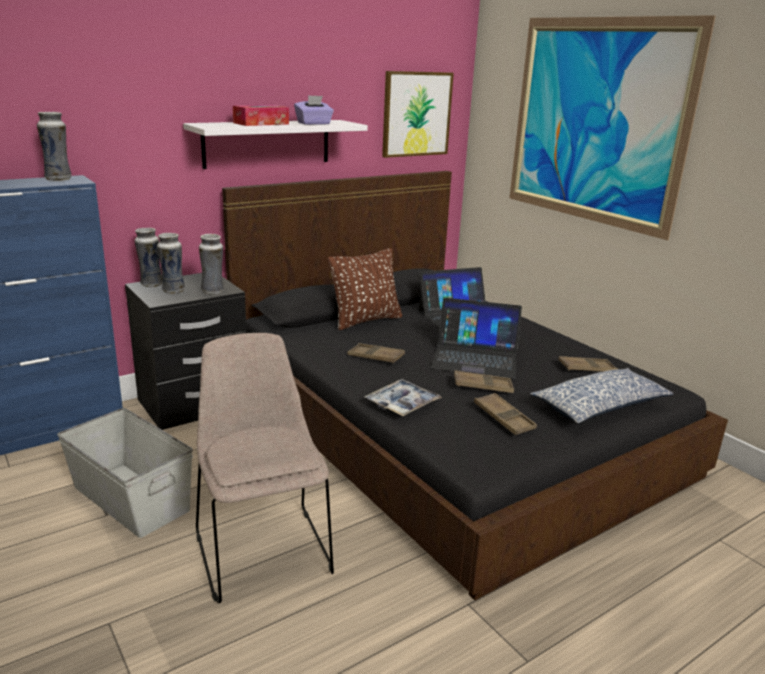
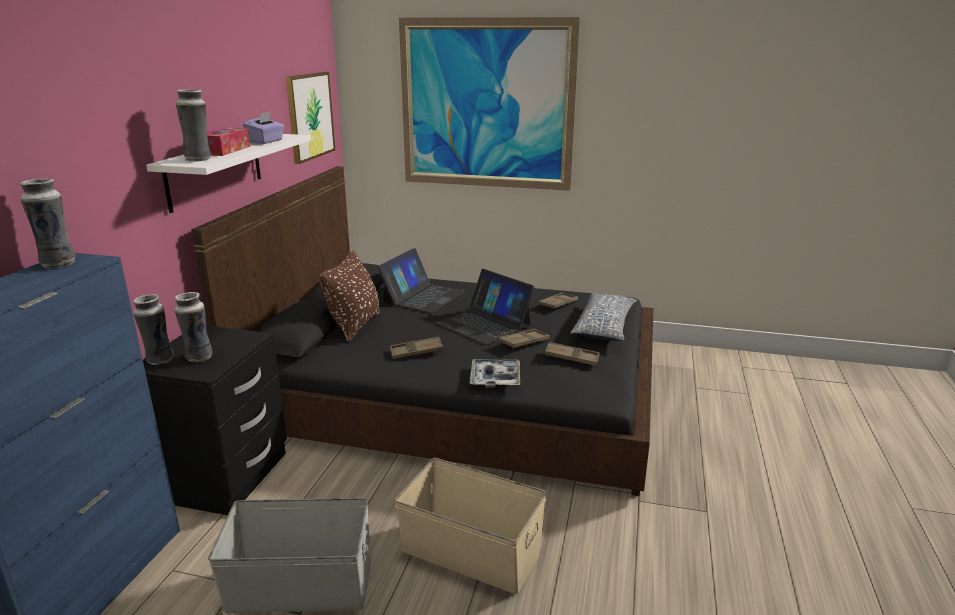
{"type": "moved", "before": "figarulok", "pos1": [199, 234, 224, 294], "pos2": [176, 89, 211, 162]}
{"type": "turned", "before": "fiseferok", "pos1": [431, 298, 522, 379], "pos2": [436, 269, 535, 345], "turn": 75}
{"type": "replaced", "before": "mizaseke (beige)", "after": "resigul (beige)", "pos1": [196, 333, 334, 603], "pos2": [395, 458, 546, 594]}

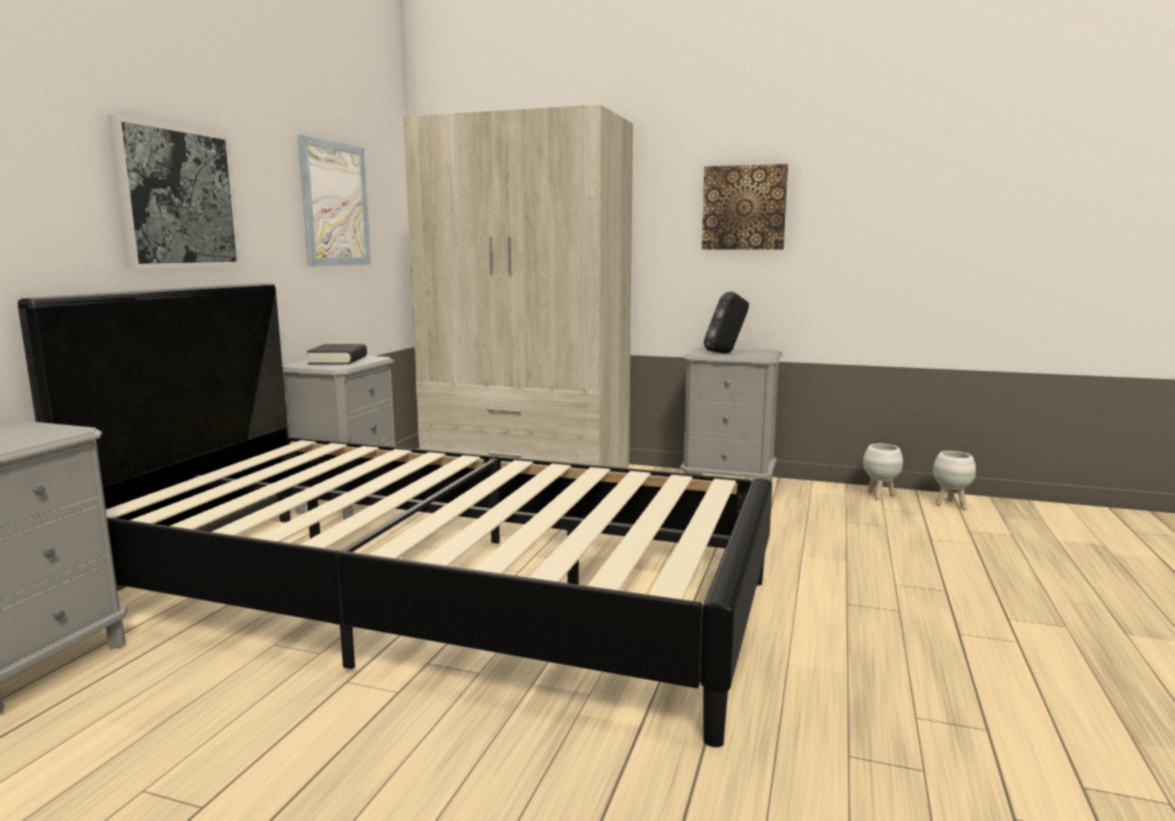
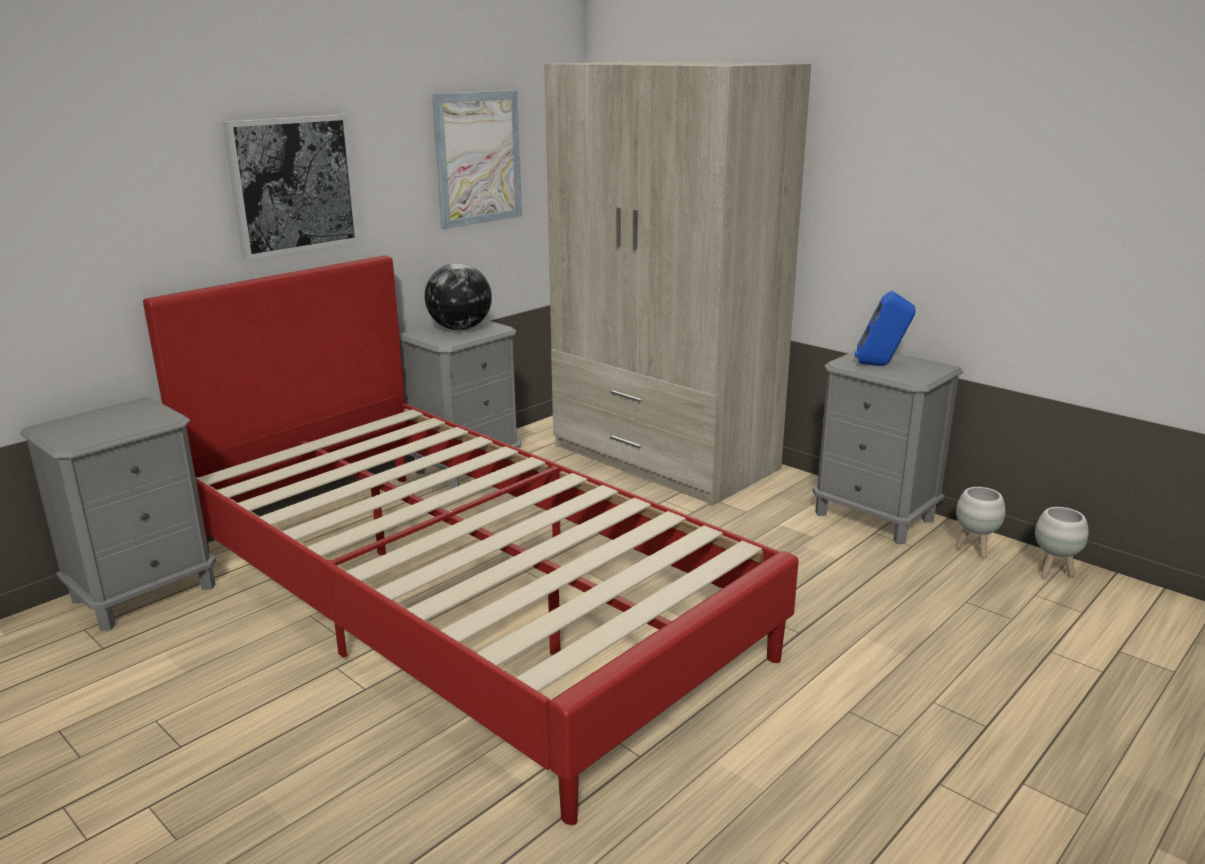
{"type": "removed", "before": "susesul", "pos1": [702, 164, 788, 250]}
{"type": "recoloured", "before": "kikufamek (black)", "after": "kikufamek (red)", "pos1": [18, 283, 772, 747], "pos2": [143, 255, 799, 825]}
{"type": "recoloured", "before": "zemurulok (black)", "after": "zemurulok (blue)", "pos1": [704, 292, 749, 353], "pos2": [855, 291, 915, 366]}
{"type": "replaced", "before": "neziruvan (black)", "after": "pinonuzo", "pos1": [307, 344, 367, 364], "pos2": [425, 263, 492, 330]}
{"type": "moved", "before": "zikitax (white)", "pos1": [933, 451, 976, 509], "pos2": [955, 487, 1005, 558]}

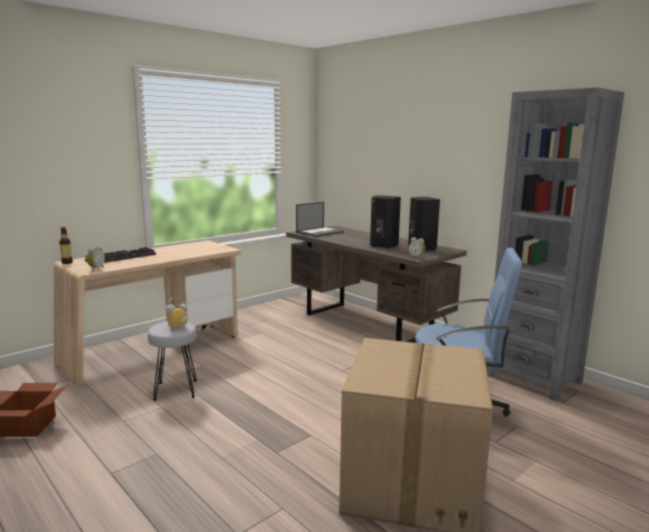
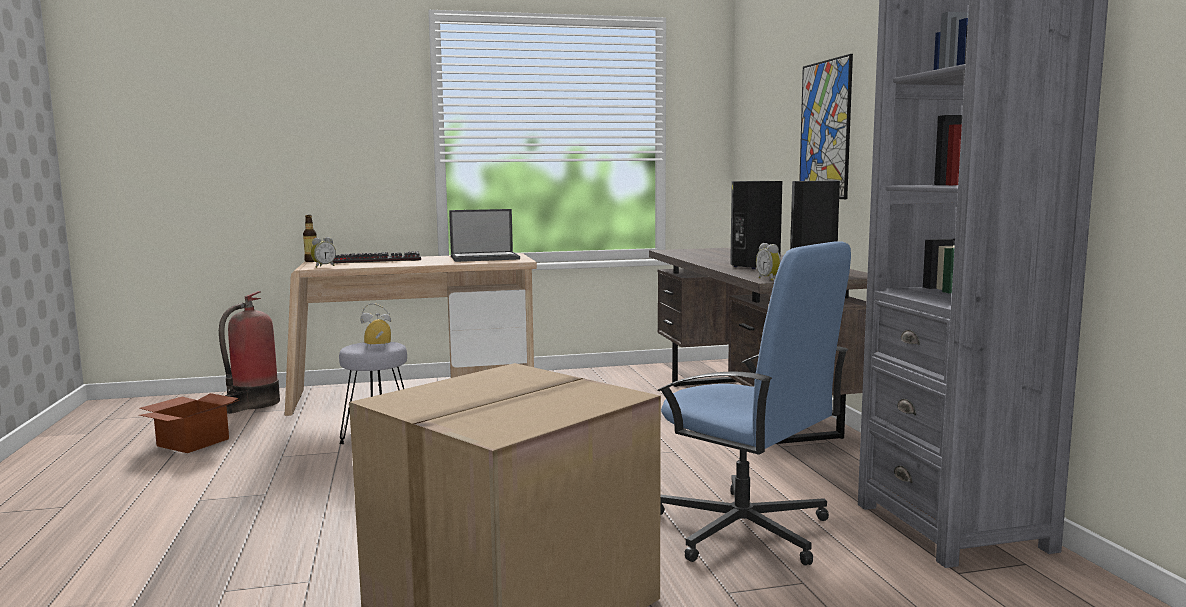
{"type": "moved", "before": "fiseferok", "pos1": [296, 202, 344, 237], "pos2": [449, 209, 520, 262]}
{"type": "added", "after": "susesul", "pos2": [799, 54, 853, 199]}
{"type": "added", "after": "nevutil", "pos2": [219, 291, 280, 414]}

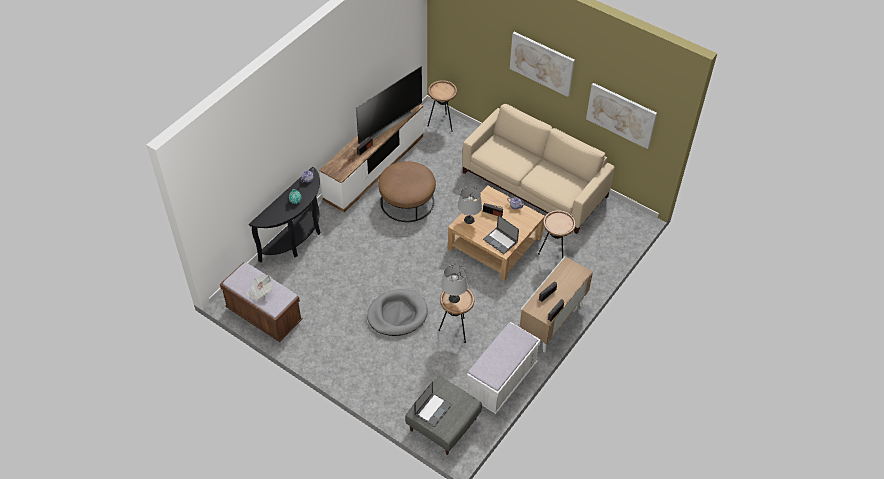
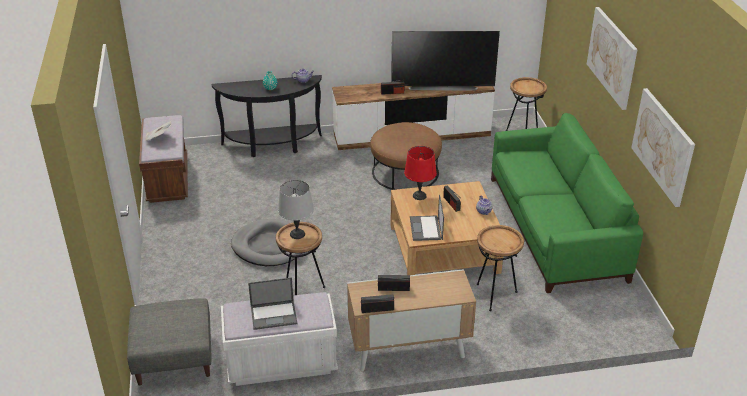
{"type": "recoloured", "before": "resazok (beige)", "after": "resazok (green)", "pos1": [462, 104, 615, 234], "pos2": [491, 113, 643, 293]}
{"type": "recoloured", "before": "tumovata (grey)", "after": "tumovata (red)", "pos1": [458, 187, 482, 224], "pos2": [404, 146, 437, 200]}
{"type": "moved", "before": "fiseferok", "pos1": [414, 381, 452, 427], "pos2": [248, 277, 297, 330]}

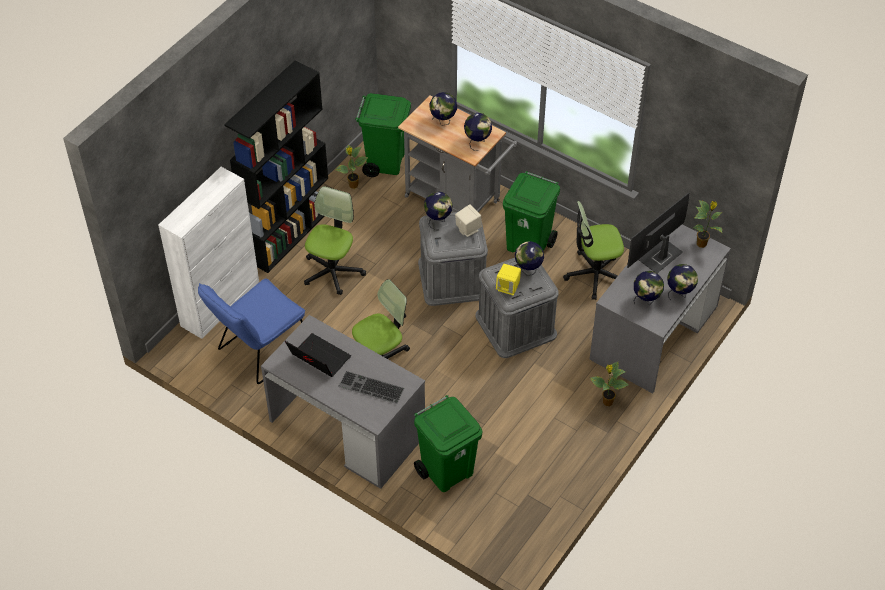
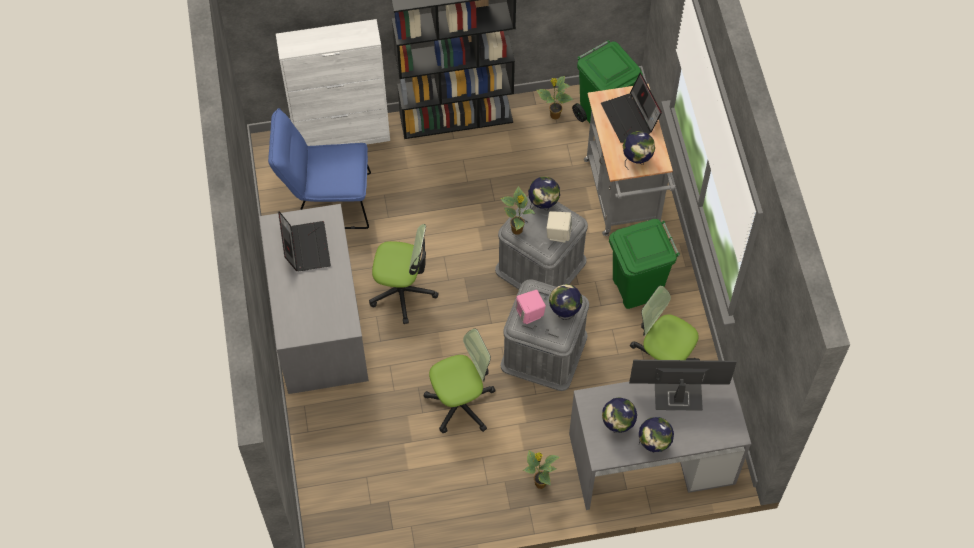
{"type": "replaced", "before": "pinonuzo", "after": "fiseferok", "pos1": [429, 92, 457, 126], "pos2": [601, 73, 662, 143]}
{"type": "moved", "before": "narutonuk", "pos1": [304, 186, 366, 295], "pos2": [424, 329, 496, 433]}
{"type": "moved", "before": "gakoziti", "pos1": [693, 200, 723, 248], "pos2": [500, 186, 535, 235]}
{"type": "recoloured", "before": "zemurulok (yellow)", "after": "zemurulok (pink)", "pos1": [496, 264, 521, 295], "pos2": [515, 290, 546, 324]}
{"type": "removed", "before": "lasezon", "pos1": [338, 371, 405, 404]}
{"type": "removed", "before": "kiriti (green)", "pos1": [414, 395, 482, 492]}

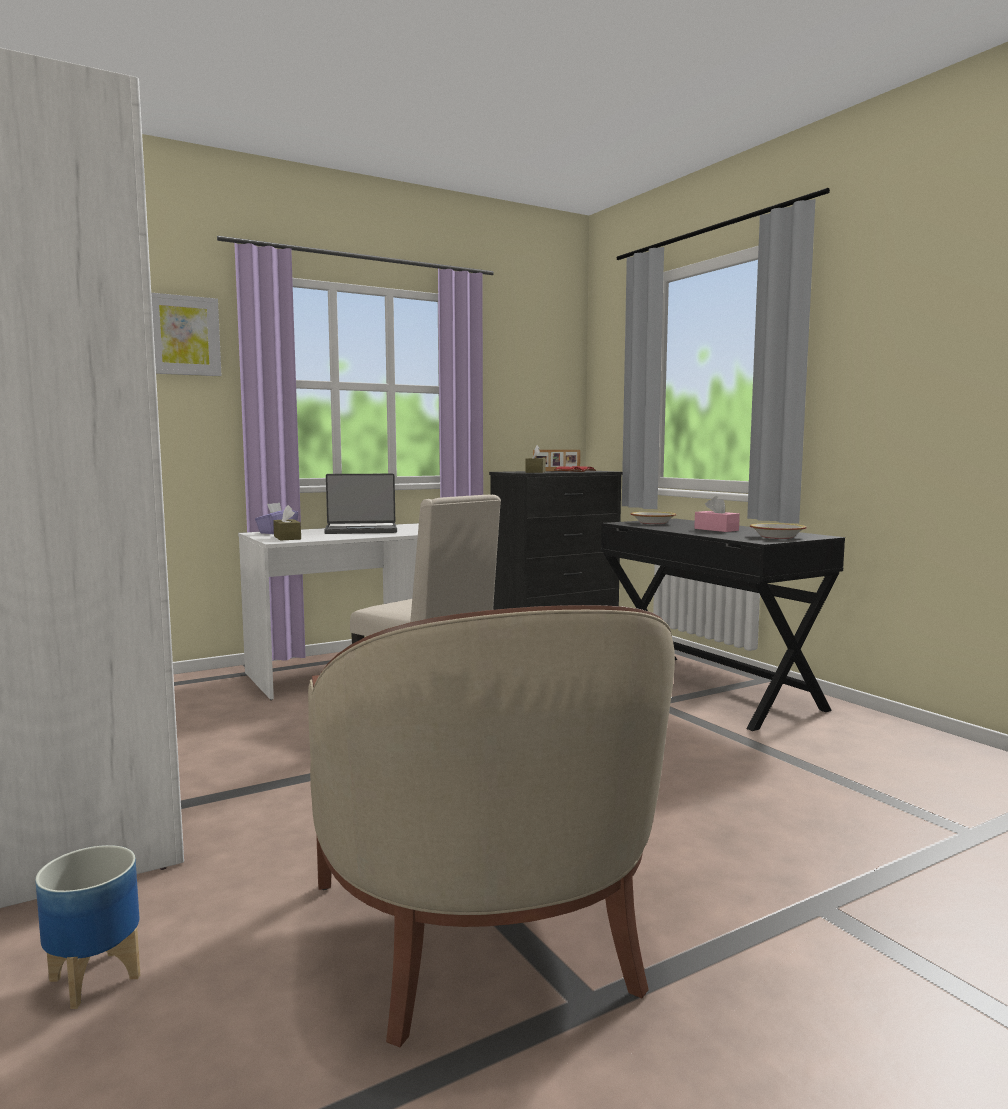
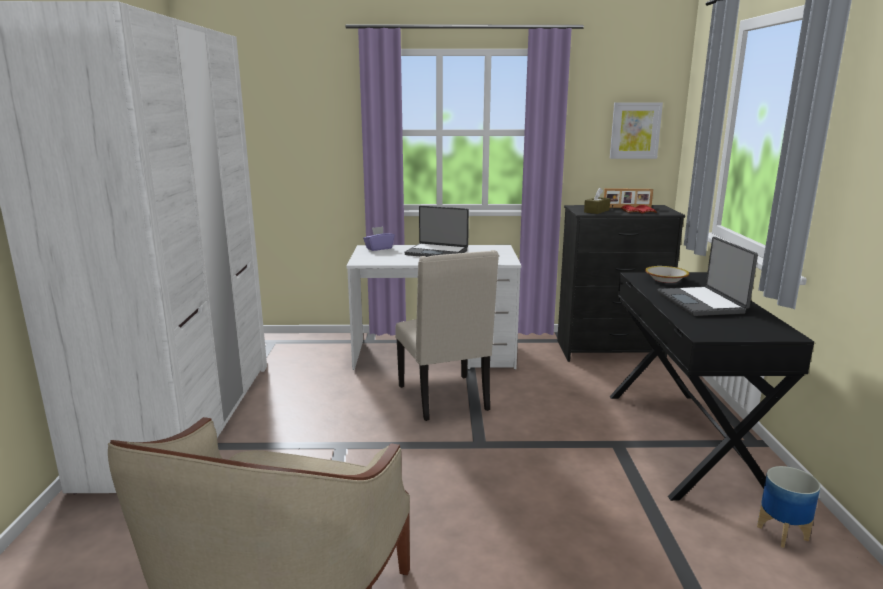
{"type": "moved", "before": "susesul", "pos1": [151, 293, 222, 376], "pos2": [610, 102, 663, 159]}
{"type": "replaced", "before": "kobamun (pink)", "after": "fiseferok", "pos1": [694, 496, 740, 532], "pos2": [658, 237, 758, 316]}
{"type": "removed", "before": "kobamun (brown)", "pos1": [273, 505, 301, 541]}
{"type": "removed", "before": "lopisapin", "pos1": [750, 523, 806, 539]}
{"type": "moved", "before": "zikitax", "pos1": [35, 845, 140, 1009], "pos2": [757, 466, 821, 548]}

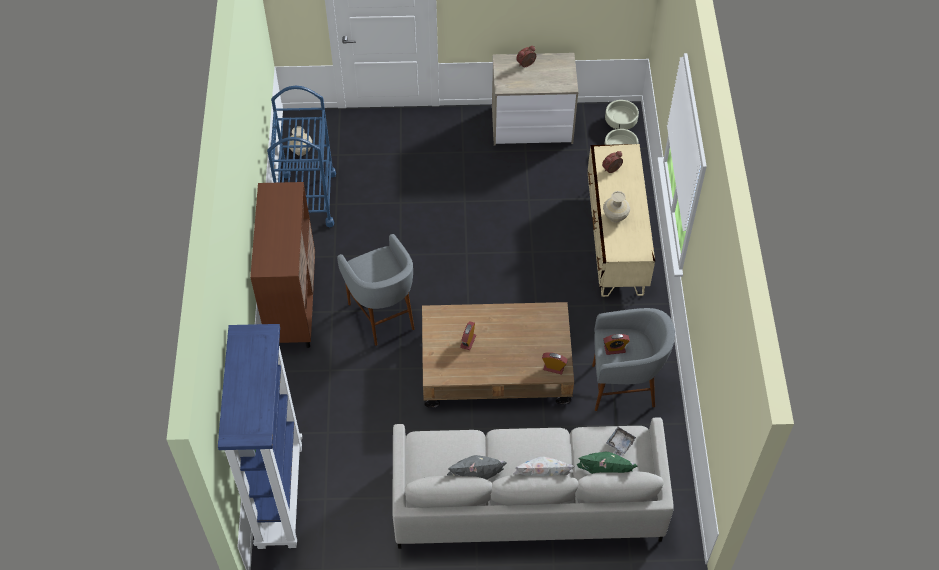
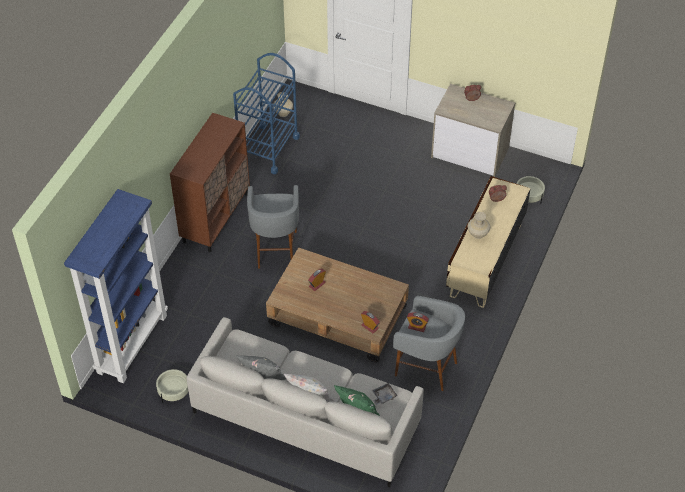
{"type": "moved", "before": "zikitax (beige)", "pos1": [605, 100, 639, 130], "pos2": [156, 369, 188, 403]}

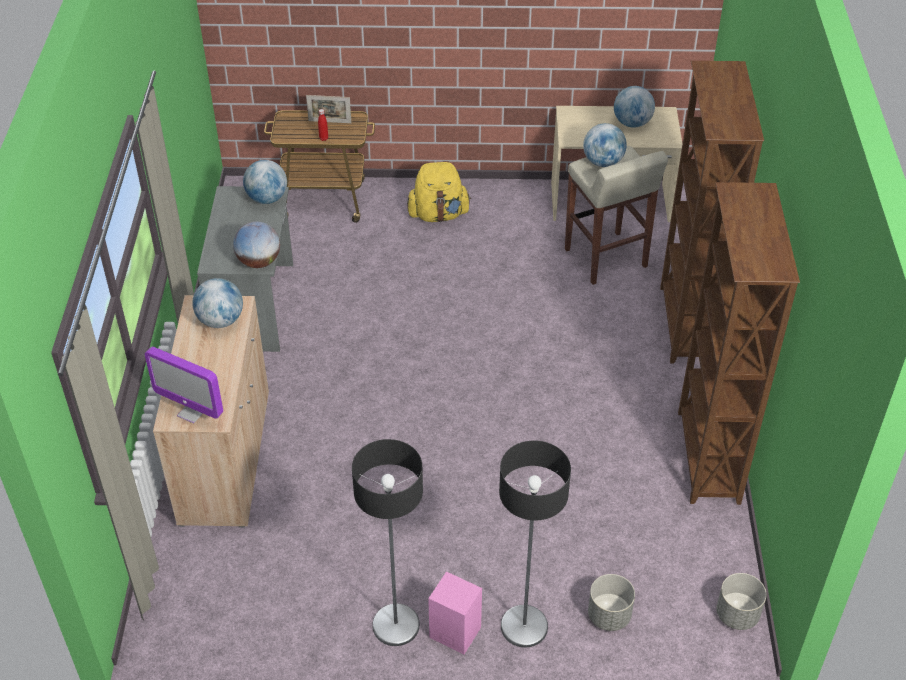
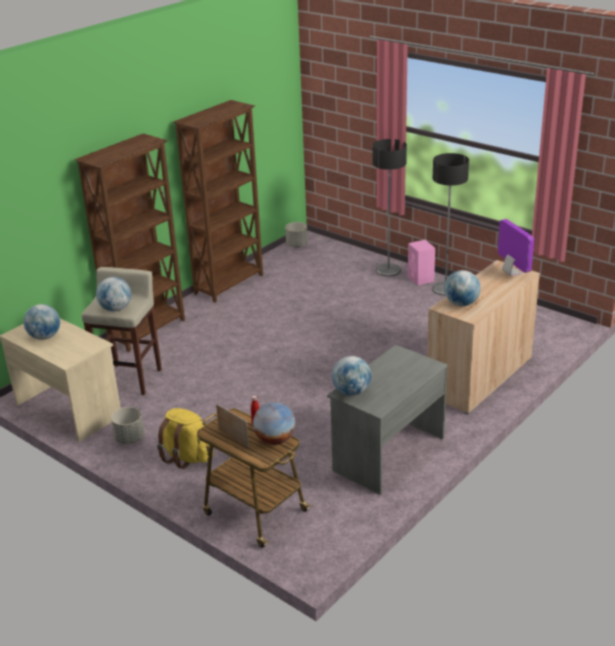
{"type": "moved", "before": "pinonuzo", "pos1": [233, 221, 280, 268], "pos2": [253, 402, 296, 445]}
{"type": "moved", "before": "zikitax (grey)", "pos1": [588, 574, 635, 631], "pos2": [111, 407, 145, 444]}

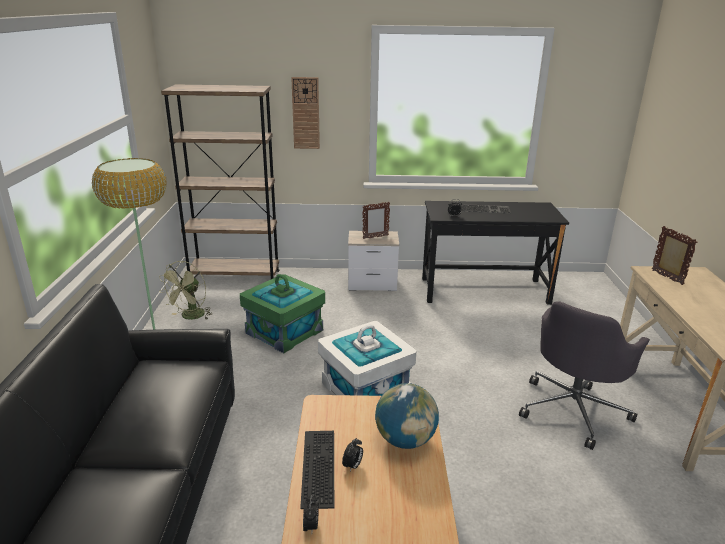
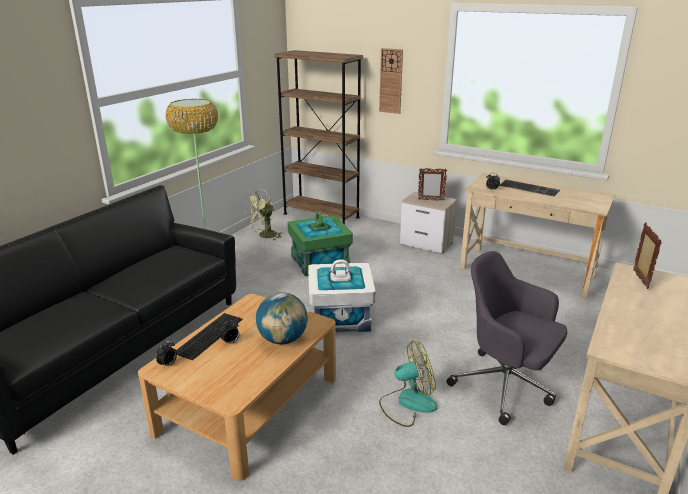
{"type": "recoloured", "before": "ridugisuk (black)", "after": "ridugisuk (beige)", "pos1": [422, 201, 569, 305], "pos2": [460, 173, 615, 299]}
{"type": "turned", "before": "narutonuk (grey)", "pos1": [519, 301, 650, 450], "pos2": [447, 251, 567, 425], "turn": 60}
{"type": "added", "after": "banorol", "pos2": [379, 340, 438, 427]}

